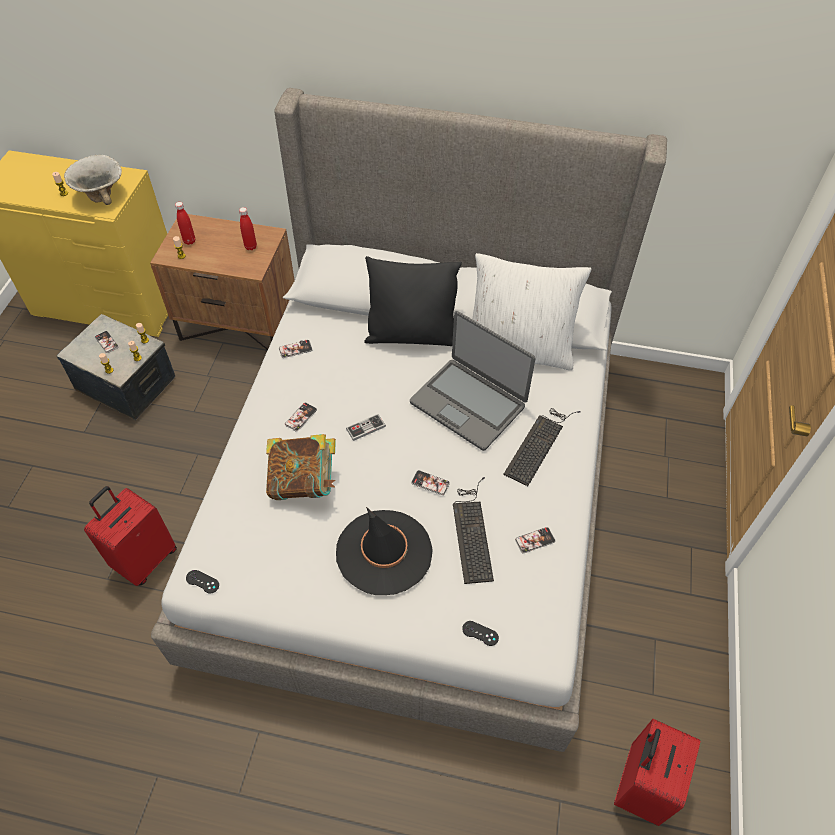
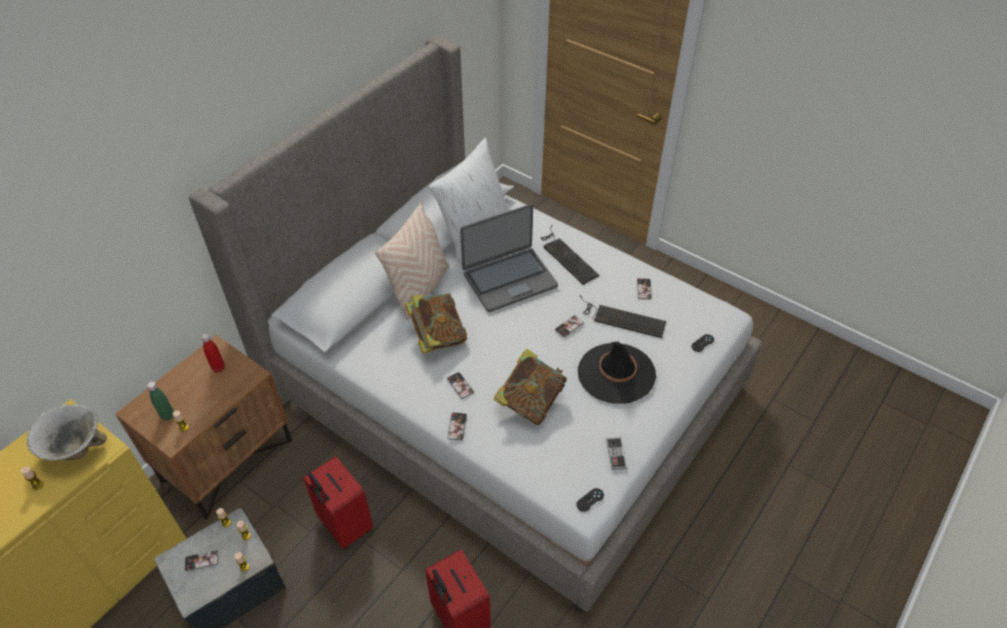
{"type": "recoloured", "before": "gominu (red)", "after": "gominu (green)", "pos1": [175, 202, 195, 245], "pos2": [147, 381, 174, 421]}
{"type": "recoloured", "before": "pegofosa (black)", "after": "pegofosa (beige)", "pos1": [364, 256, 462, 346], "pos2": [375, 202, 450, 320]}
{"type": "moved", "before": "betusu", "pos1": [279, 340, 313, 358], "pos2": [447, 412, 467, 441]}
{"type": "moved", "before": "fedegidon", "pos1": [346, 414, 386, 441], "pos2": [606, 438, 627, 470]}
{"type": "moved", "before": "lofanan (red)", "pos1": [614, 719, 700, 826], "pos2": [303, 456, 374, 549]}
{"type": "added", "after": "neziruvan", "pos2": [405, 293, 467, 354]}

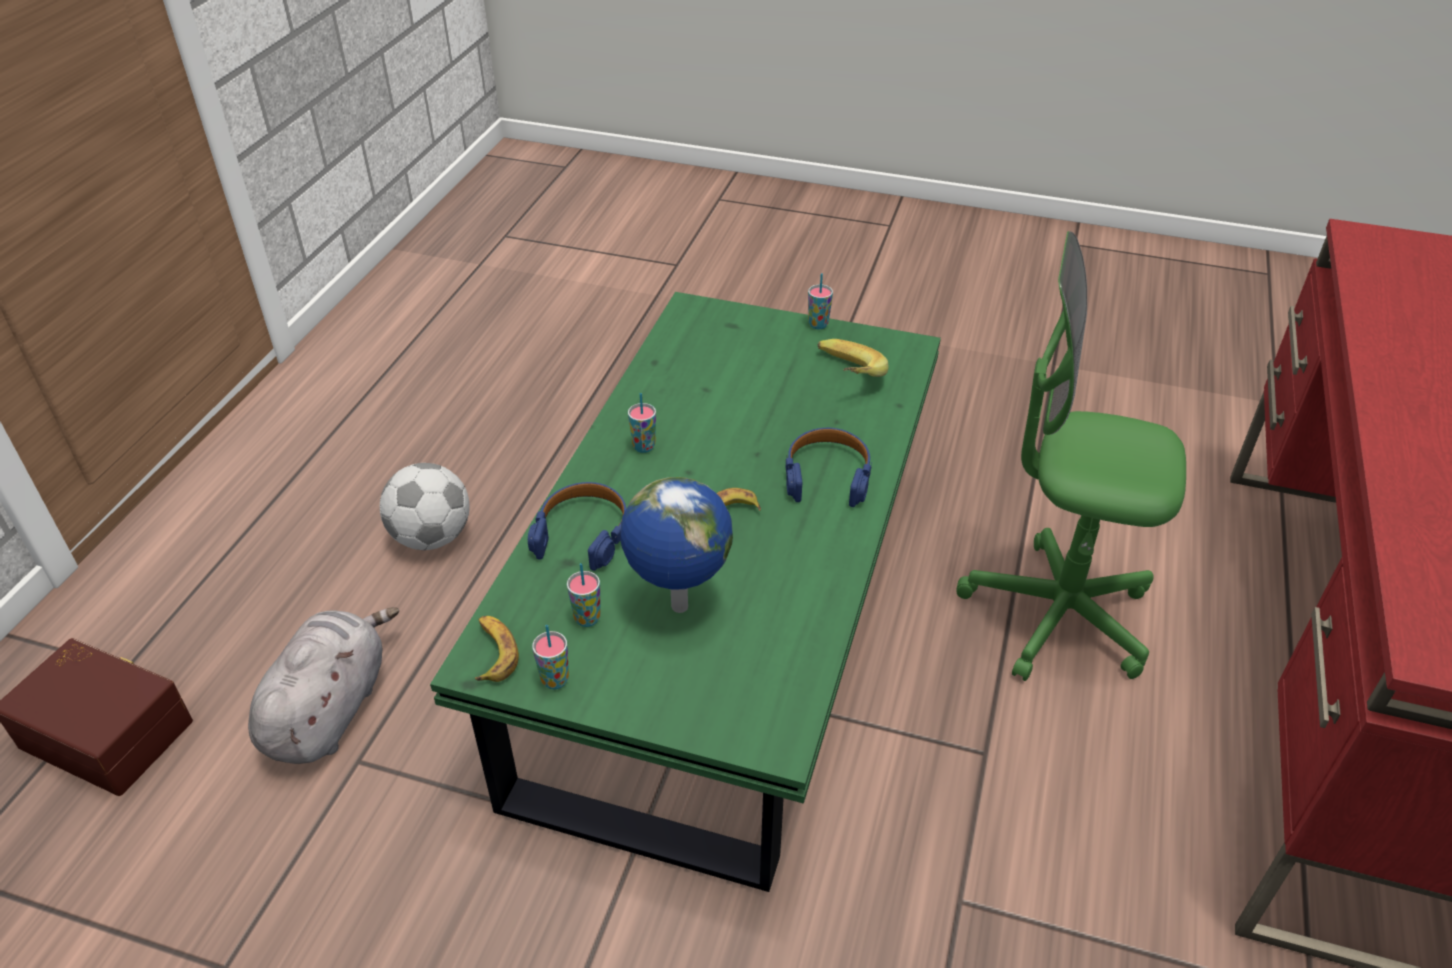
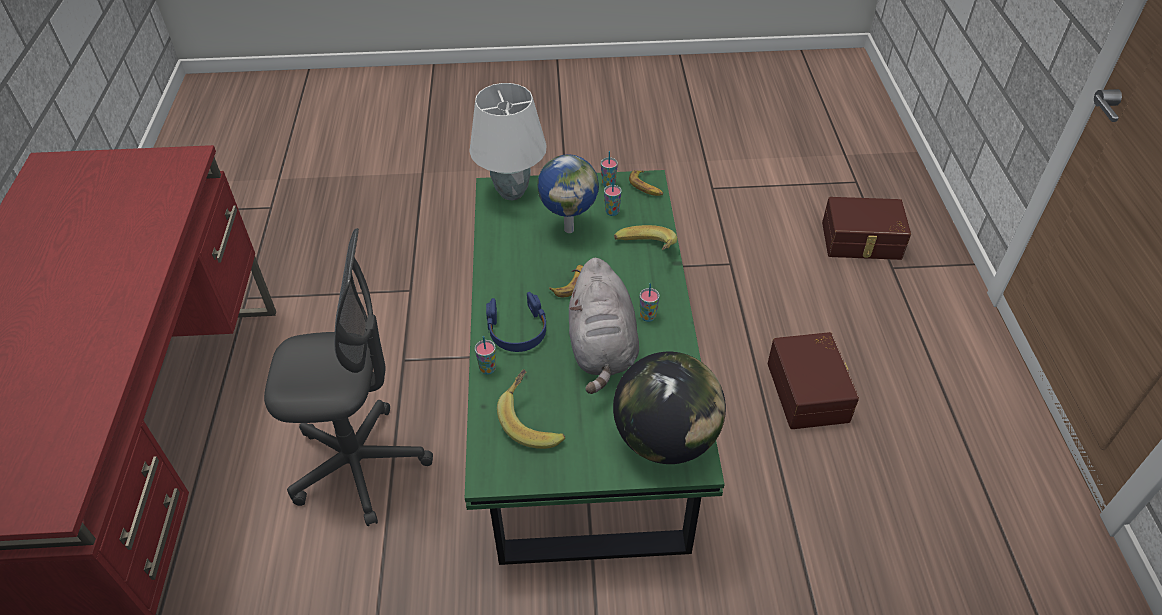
{"type": "recoloured", "before": "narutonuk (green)", "after": "narutonuk (grey)", "pos1": [956, 231, 1186, 681], "pos2": [264, 228, 433, 526]}
{"type": "moved", "before": "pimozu", "pos1": [808, 273, 833, 329], "pos2": [475, 336, 496, 375]}
{"type": "replaced", "before": "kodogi", "after": "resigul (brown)", "pos1": [380, 463, 470, 550], "pos2": [768, 332, 859, 429]}
{"type": "replaced", "before": "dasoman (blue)", "after": "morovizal", "pos1": [528, 482, 626, 571], "pos2": [614, 225, 677, 250]}
{"type": "moved", "before": "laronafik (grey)", "pos1": [248, 607, 399, 764], "pos2": [569, 258, 639, 394]}
{"type": "added", "after": "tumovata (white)", "pos2": [469, 83, 547, 200]}
{"type": "added", "after": "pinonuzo", "pos2": [613, 352, 726, 464]}

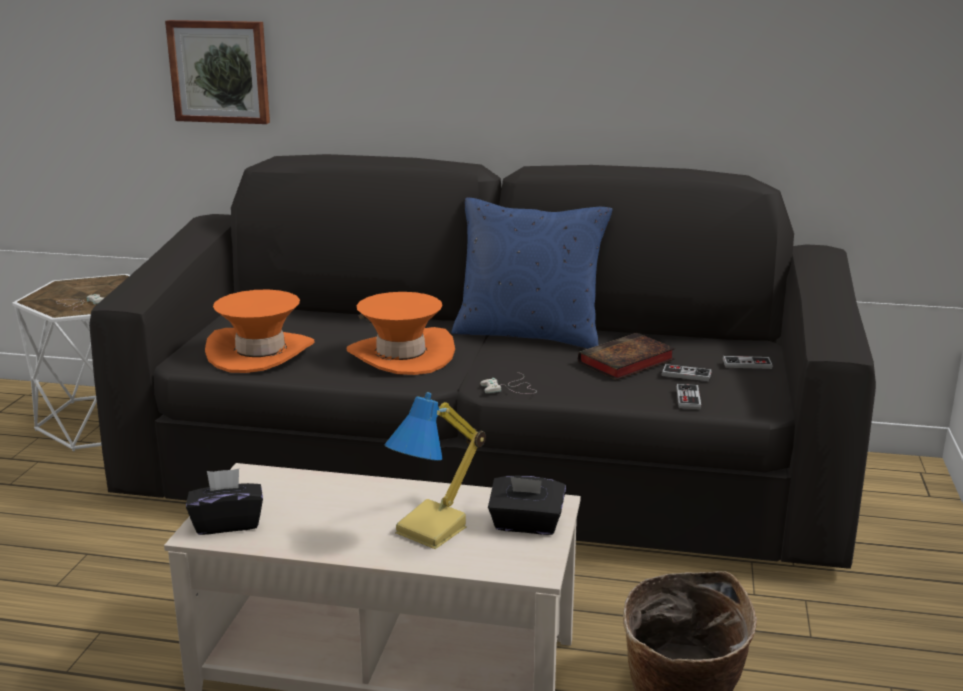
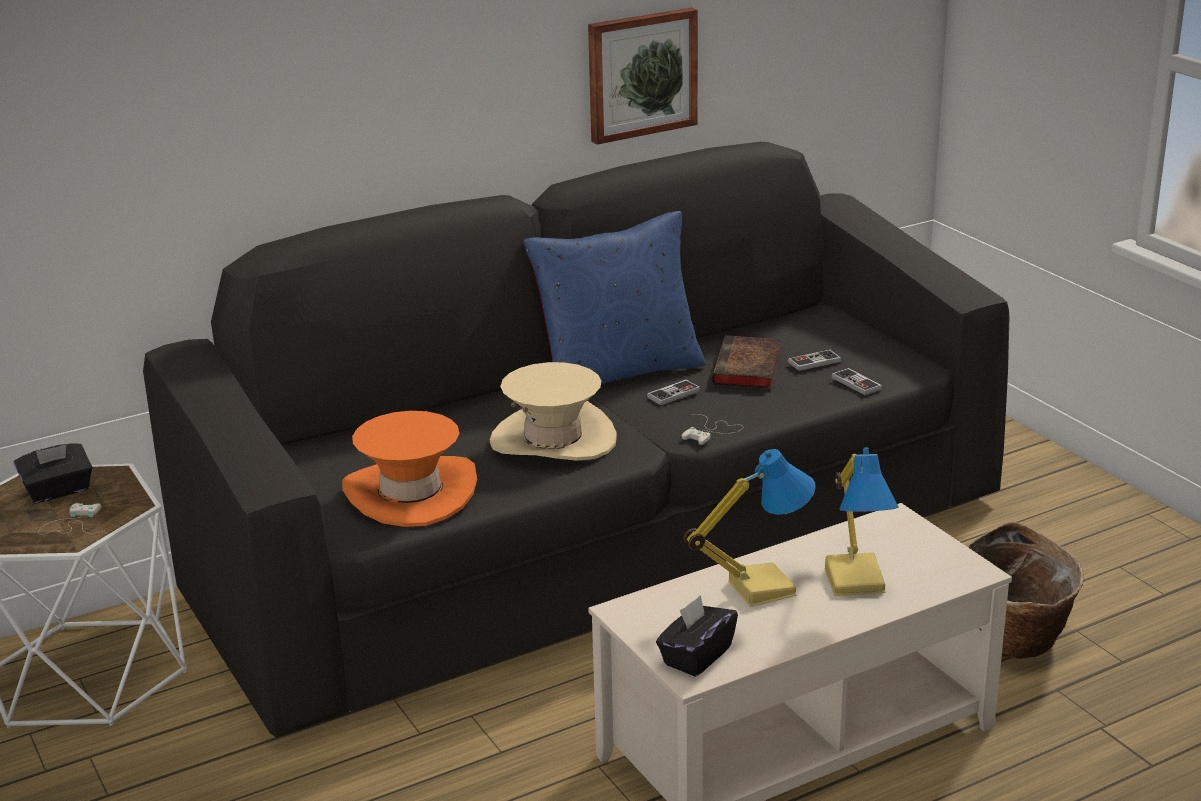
{"type": "moved", "before": "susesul", "pos1": [165, 20, 270, 124], "pos2": [588, 7, 698, 145]}
{"type": "recoloured", "before": "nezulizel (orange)", "after": "nezulizel (beige)", "pos1": [347, 292, 455, 375], "pos2": [490, 362, 617, 461]}
{"type": "moved", "before": "fedegidon", "pos1": [723, 356, 773, 369], "pos2": [647, 380, 701, 405]}
{"type": "moved", "before": "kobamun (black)", "pos1": [488, 476, 566, 535], "pos2": [14, 443, 93, 503]}
{"type": "added", "after": "tumovata", "pos2": [684, 449, 816, 607]}

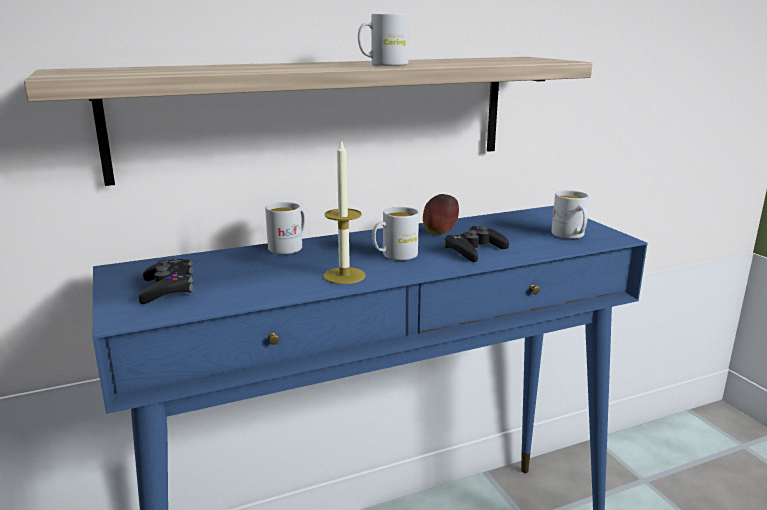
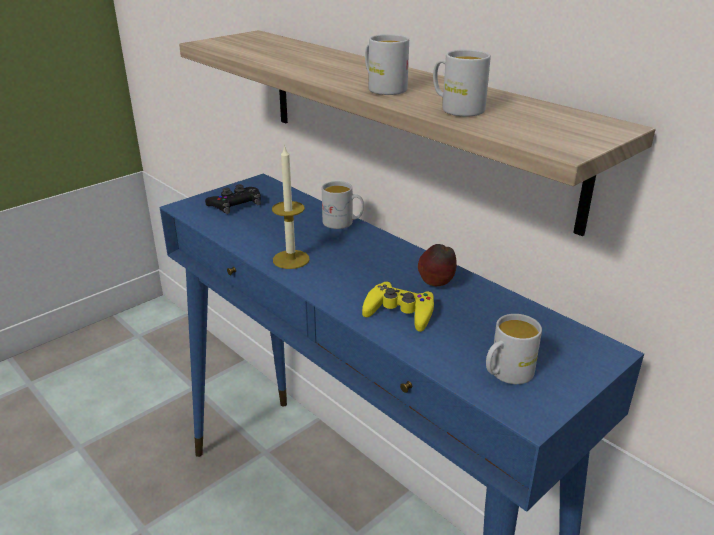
{"type": "moved", "before": "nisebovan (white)", "pos1": [372, 207, 419, 260], "pos2": [433, 49, 491, 117]}
{"type": "recoloured", "before": "fedegidon (black)", "after": "fedegidon (yellow)", "pos1": [444, 226, 509, 262], "pos2": [362, 281, 434, 332]}

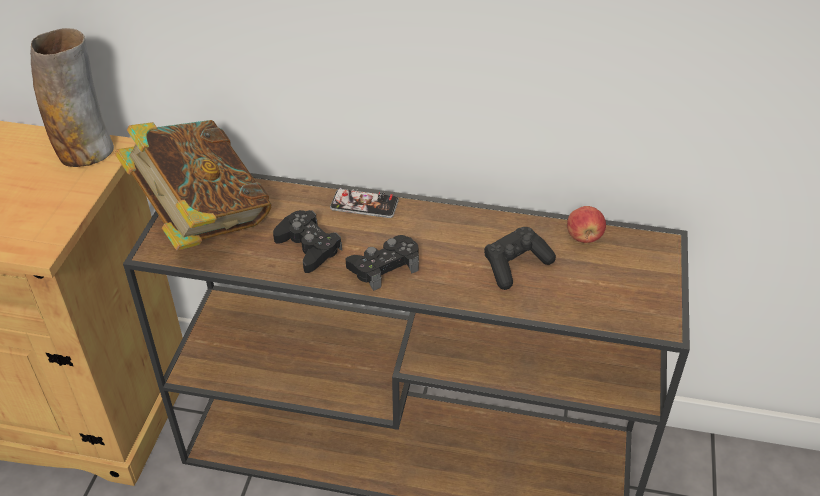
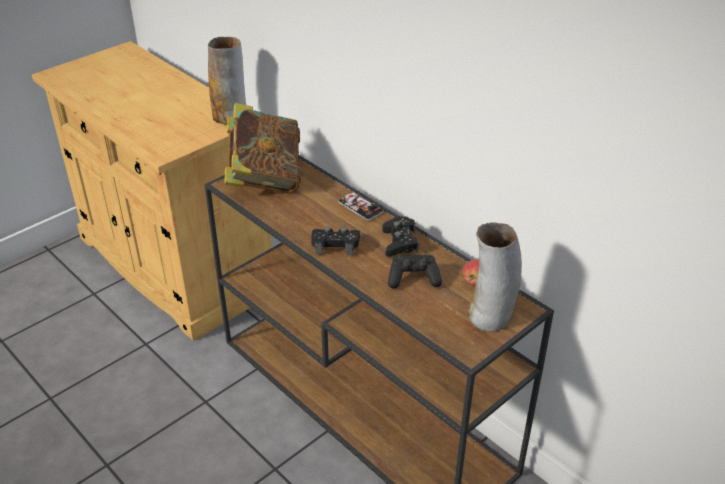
{"type": "moved", "before": "fedegidon (black)", "pos1": [273, 210, 342, 273], "pos2": [383, 216, 419, 256]}
{"type": "added", "after": "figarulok", "pos2": [468, 222, 522, 332]}

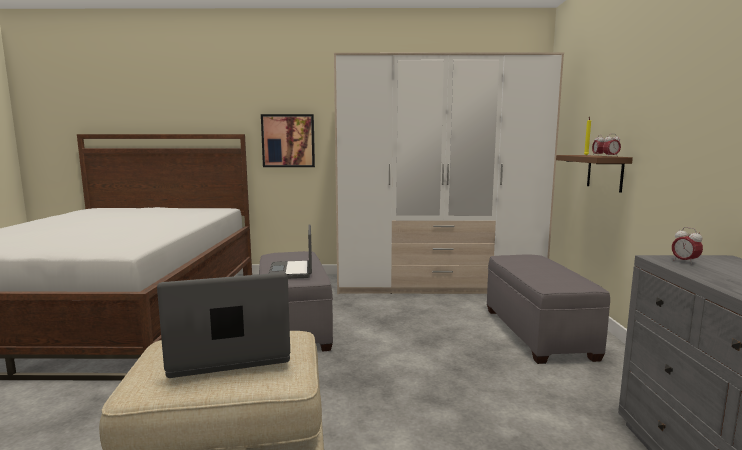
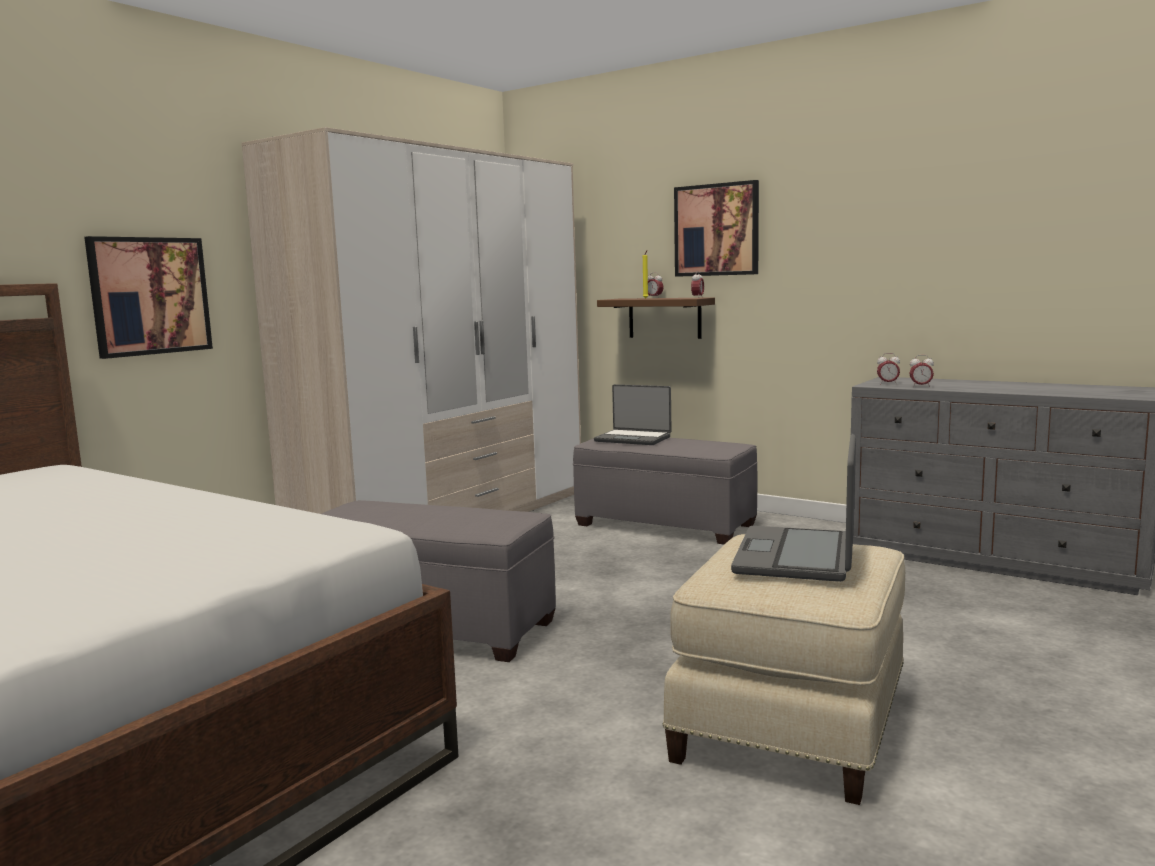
{"type": "moved", "before": "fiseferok", "pos1": [268, 225, 312, 279], "pos2": [594, 384, 671, 445]}
{"type": "added", "after": "susesul", "pos2": [674, 180, 759, 277]}
{"type": "added", "after": "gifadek", "pos2": [910, 355, 934, 387]}

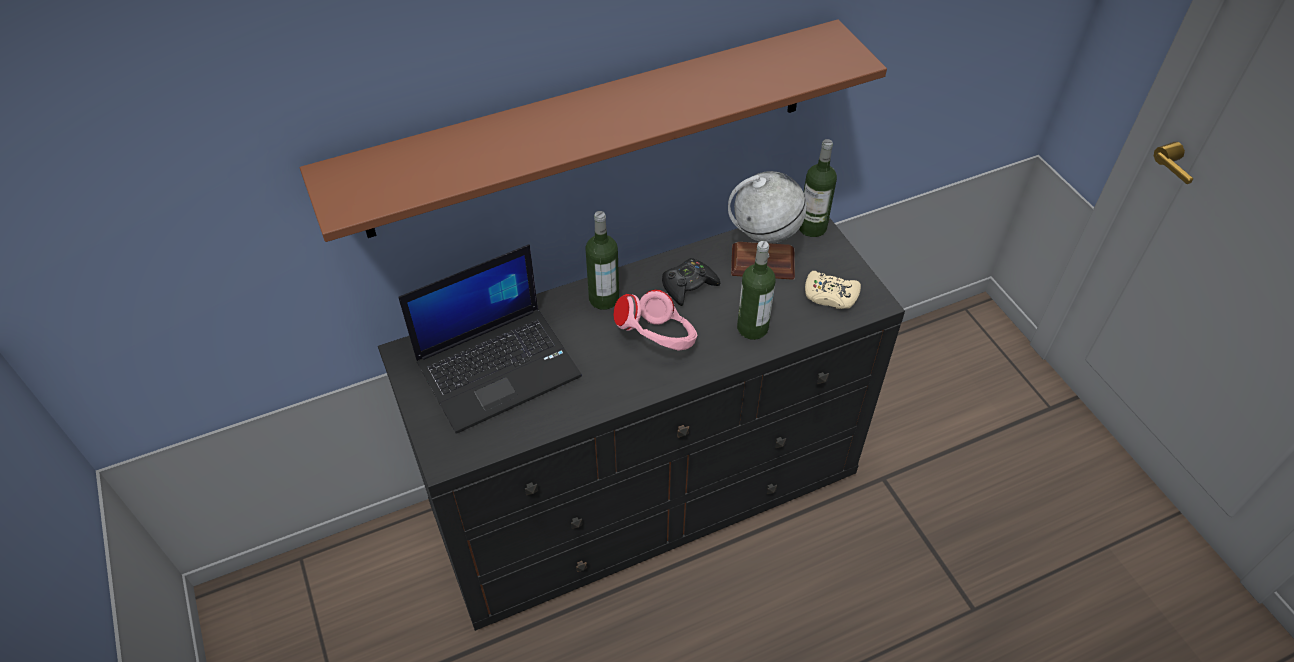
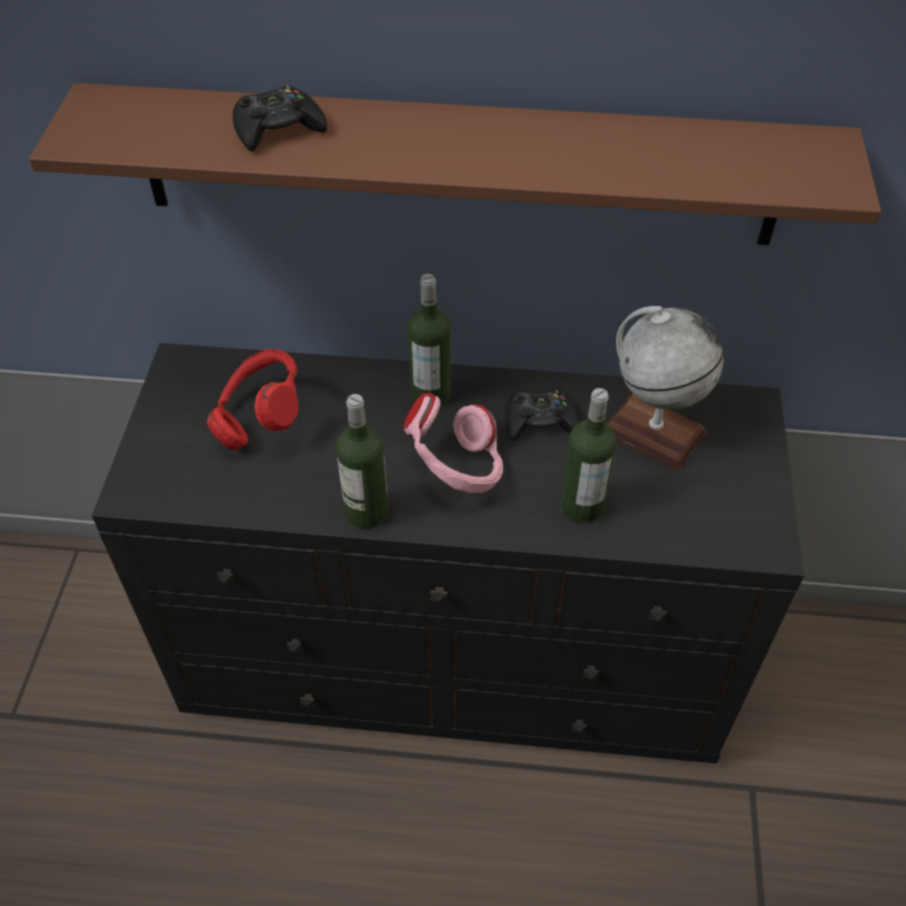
{"type": "moved", "before": "gominu", "pos1": [799, 139, 837, 237], "pos2": [336, 394, 389, 529]}
{"type": "replaced", "before": "fiseferok", "after": "dasoman (red)", "pos1": [398, 244, 582, 434], "pos2": [207, 349, 299, 450]}
{"type": "removed", "before": "fedegidon (beige)", "pos1": [805, 271, 861, 309]}
{"type": "added", "after": "fedegidon (black)", "pos2": [233, 85, 327, 152]}

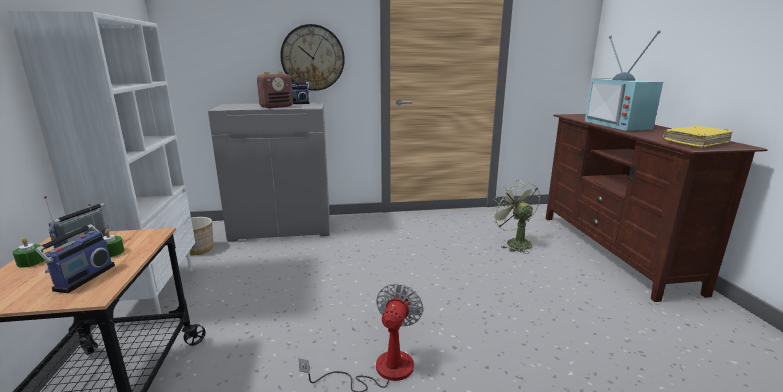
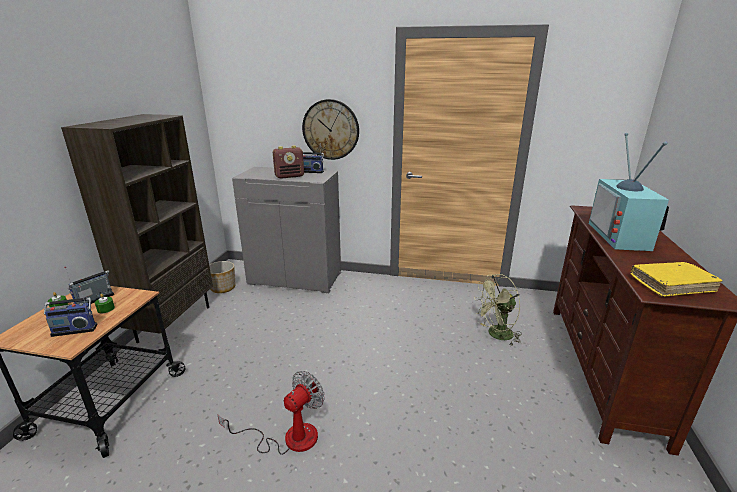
{"type": "recoloured", "before": "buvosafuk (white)", "after": "buvosafuk (brown)", "pos1": [8, 11, 195, 314], "pos2": [61, 114, 213, 343]}
{"type": "turned", "before": "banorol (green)", "pos1": [490, 180, 540, 254], "pos2": [474, 274, 522, 346], "turn": -105}
{"type": "turned", "before": "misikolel", "pos1": [35, 203, 115, 293], "pos2": [44, 286, 98, 337], "turn": 45}

